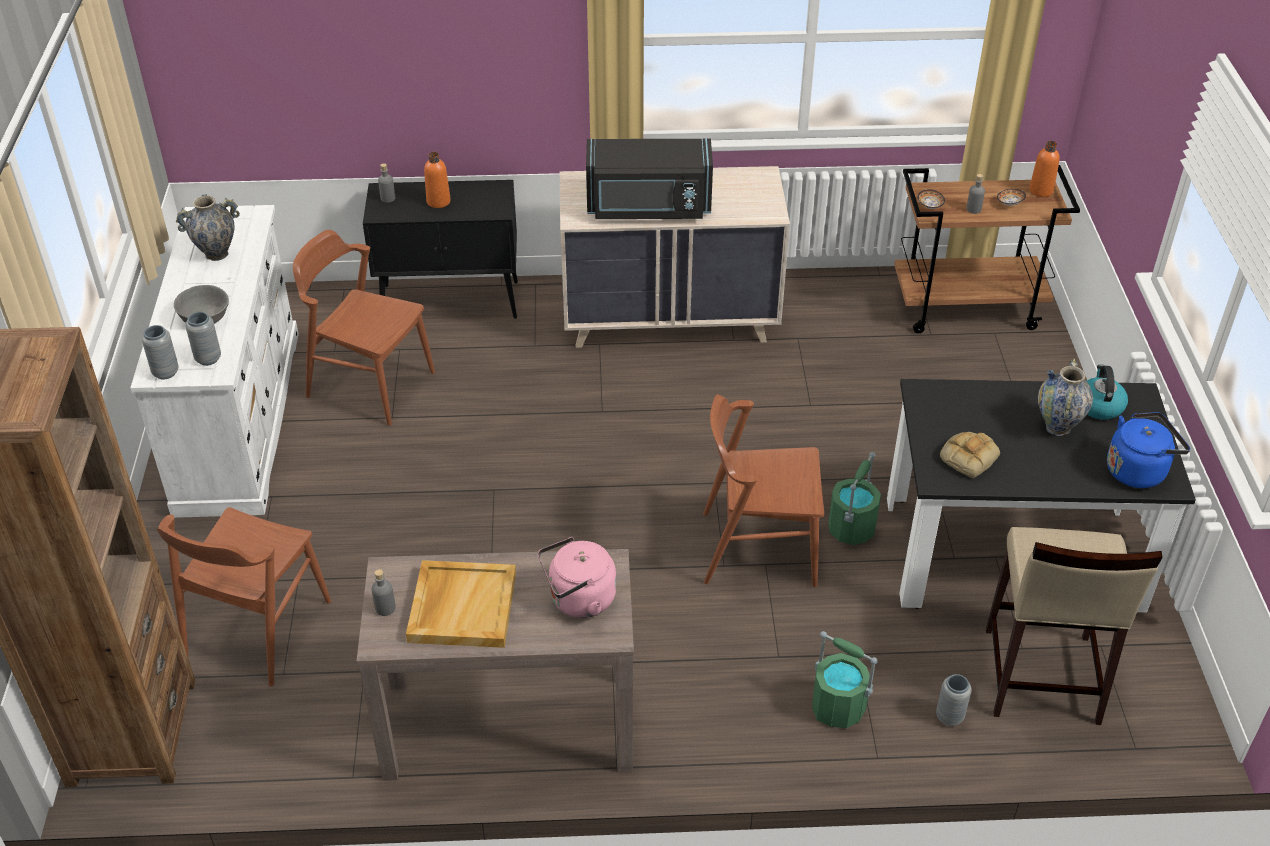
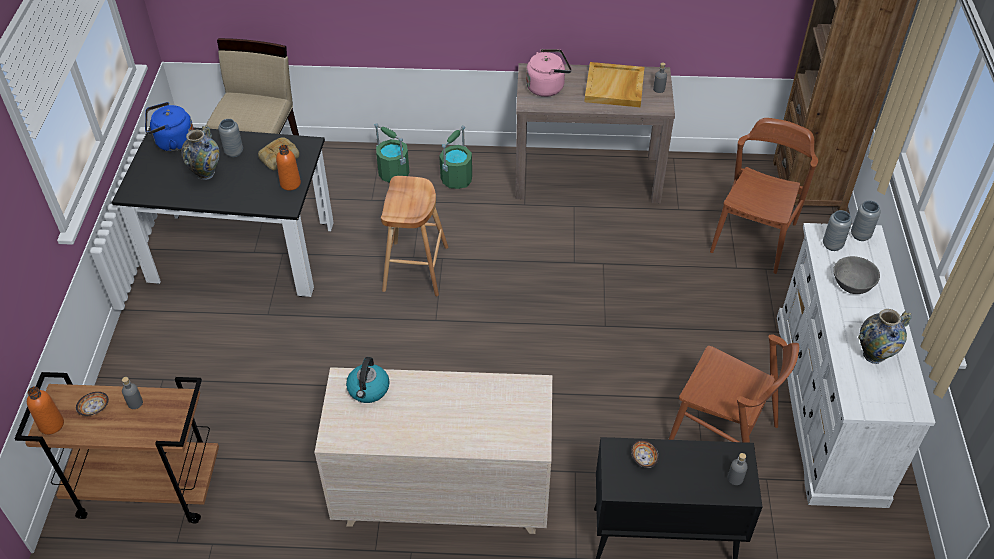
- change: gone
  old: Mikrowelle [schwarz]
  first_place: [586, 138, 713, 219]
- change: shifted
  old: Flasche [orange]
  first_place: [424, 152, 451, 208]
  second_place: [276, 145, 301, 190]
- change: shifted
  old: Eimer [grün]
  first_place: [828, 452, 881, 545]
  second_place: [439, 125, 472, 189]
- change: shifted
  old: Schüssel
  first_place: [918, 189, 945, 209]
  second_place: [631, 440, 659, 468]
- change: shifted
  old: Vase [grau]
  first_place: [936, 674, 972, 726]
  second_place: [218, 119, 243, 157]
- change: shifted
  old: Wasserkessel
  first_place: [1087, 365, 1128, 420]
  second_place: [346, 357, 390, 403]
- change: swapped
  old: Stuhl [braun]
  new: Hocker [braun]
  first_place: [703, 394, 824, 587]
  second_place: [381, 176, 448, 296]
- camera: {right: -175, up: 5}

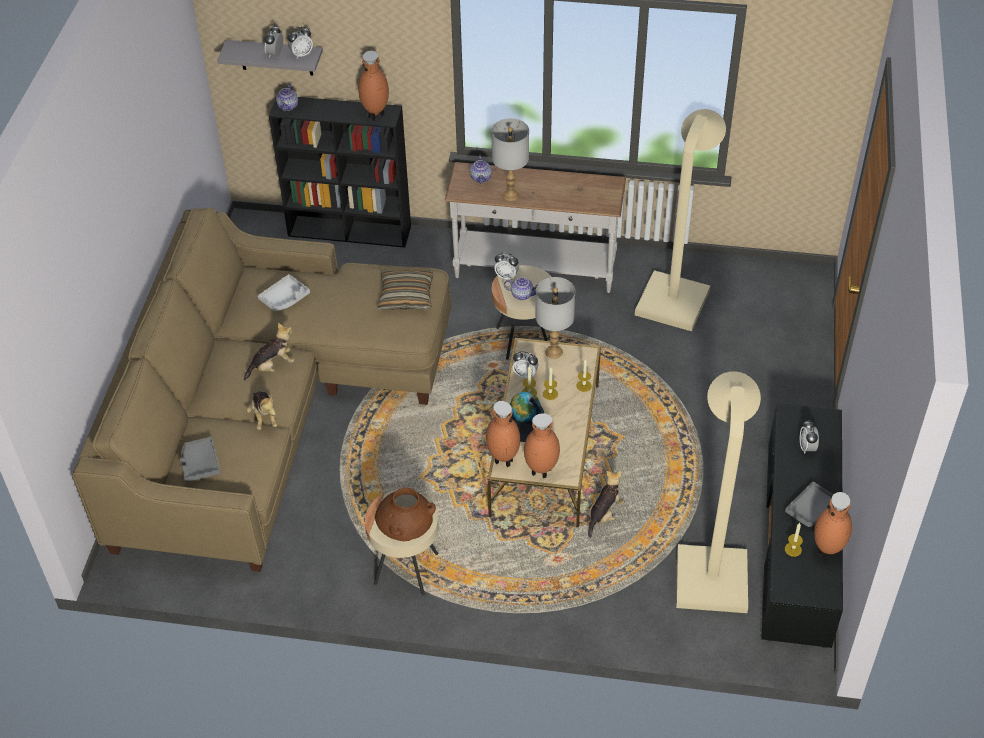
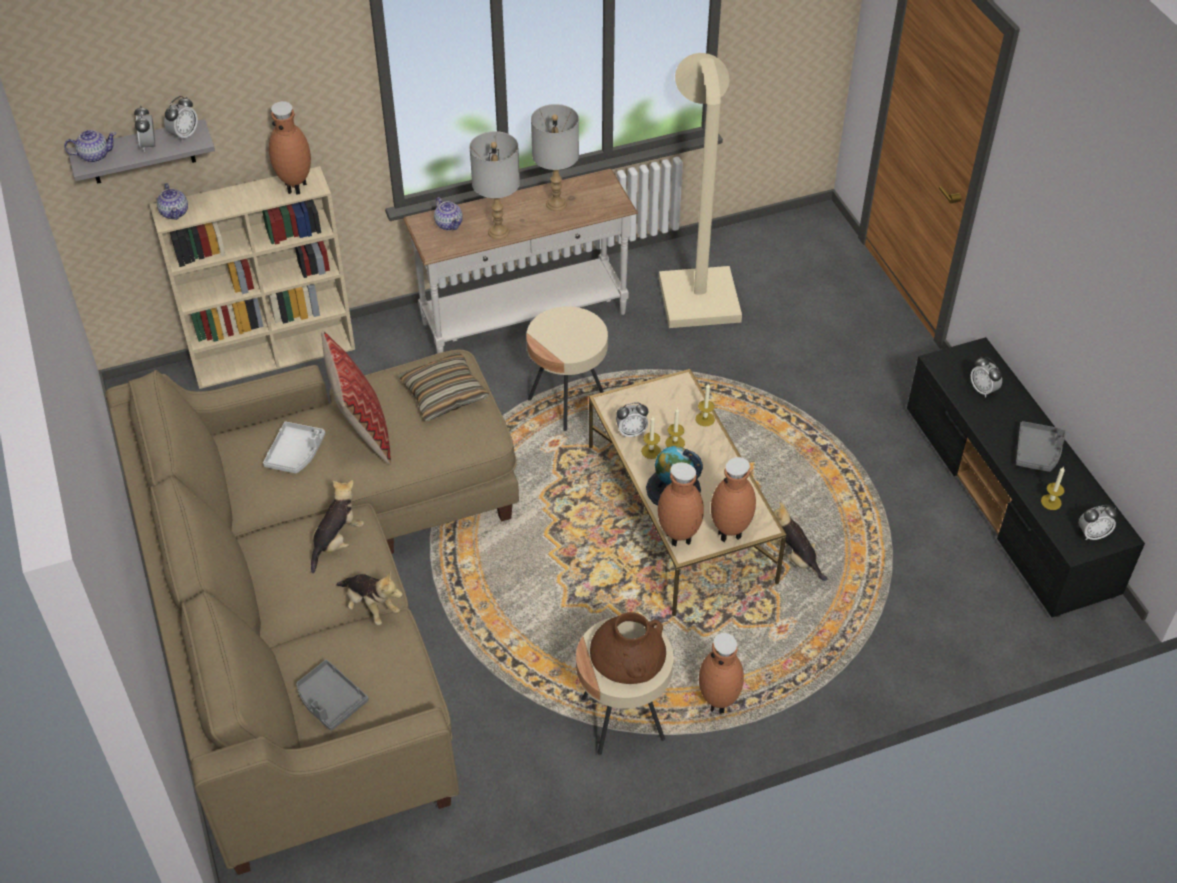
- change: gone
  old: Stehlampe [beige]
  first_place: [676, 371, 761, 613]
- change: new
  new: Kissen
  second_place: [321, 331, 391, 464]
- change: shifted
  old: Wecker
  first_place: [494, 252, 519, 280]
  second_place: [1079, 505, 1118, 540]
- change: shifted
  old: Teekanne
  first_place: [504, 277, 537, 300]
  second_place: [64, 130, 116, 162]
- change: shifted
  old: Tischlampe [grau]
  first_place: [535, 277, 575, 359]
  second_place: [531, 104, 579, 211]
- change: shifted
  old: Vase [braun]
  first_place: [814, 492, 852, 560]
  second_place: [699, 633, 744, 714]
- change: repainted
  old: Bücherregal [schwarz]
  new: Bücherregal [beige]
  first_place: [269, 97, 411, 248]
  second_place: [150, 166, 355, 389]
- change: rotated
  old: Plüschtier
  first_place: [588, 471, 624, 538]
  second_place: [770, 502, 827, 581]
  degrees: -45
- camera: {right: -30, up: 0}

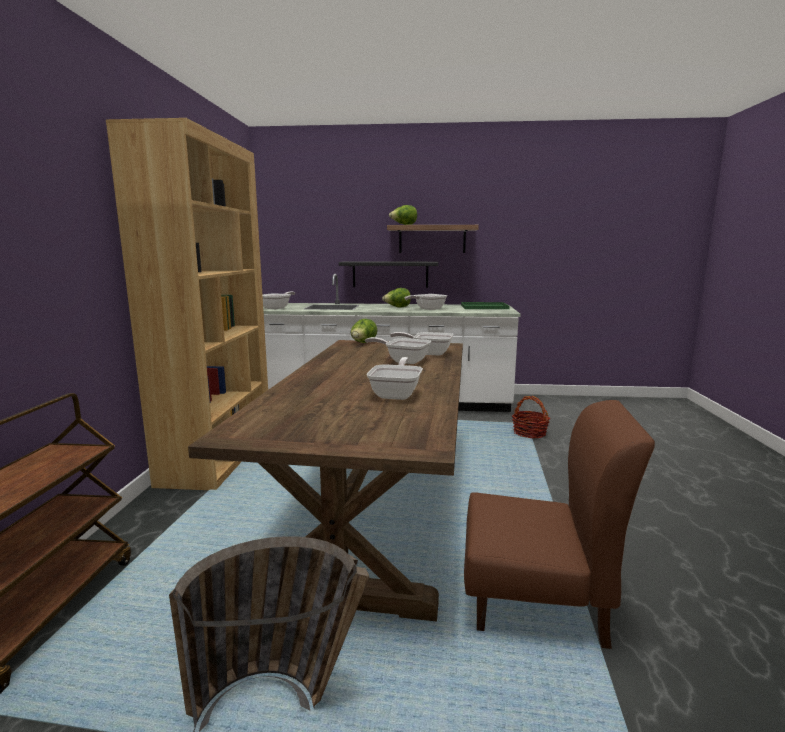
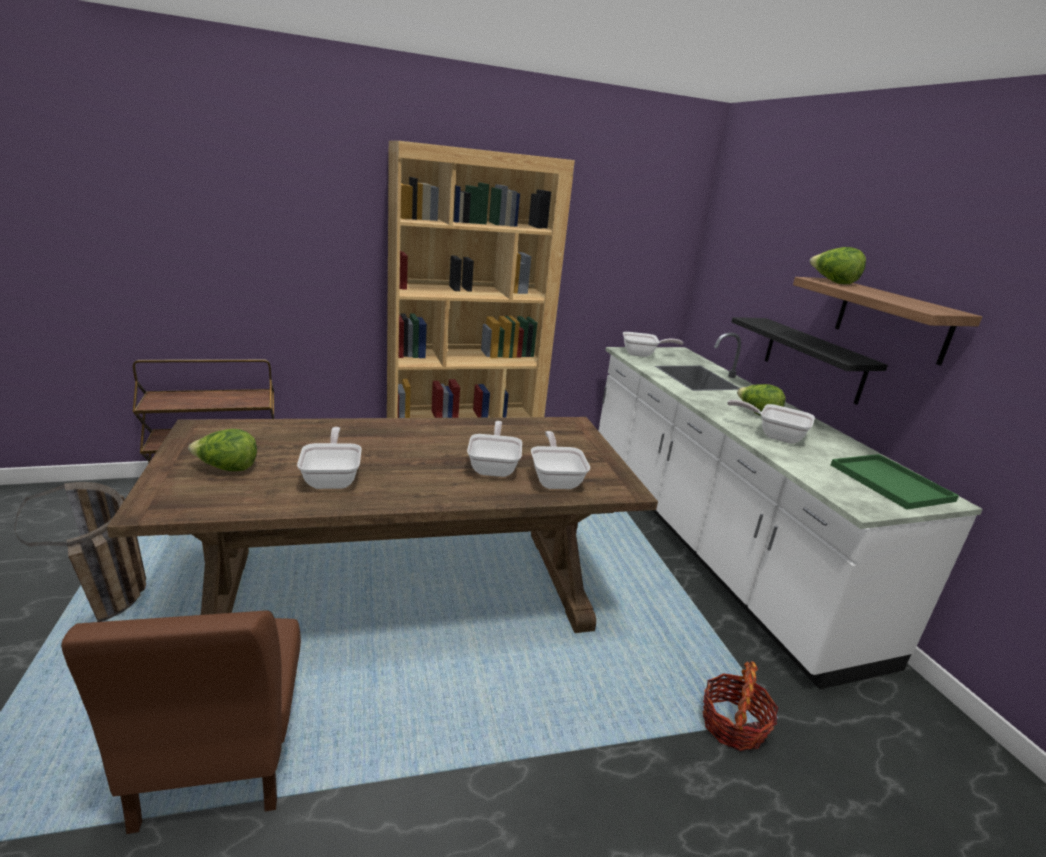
- change: shifted
  old: Salatkopf
  first_place: [350, 319, 377, 343]
  second_place: [188, 429, 257, 471]
- change: rotated
  old: Pfanne
  first_place: [367, 357, 423, 400]
  second_place: [297, 427, 362, 489]
  degrees: -90
- camera: {right: 65, up: 10}

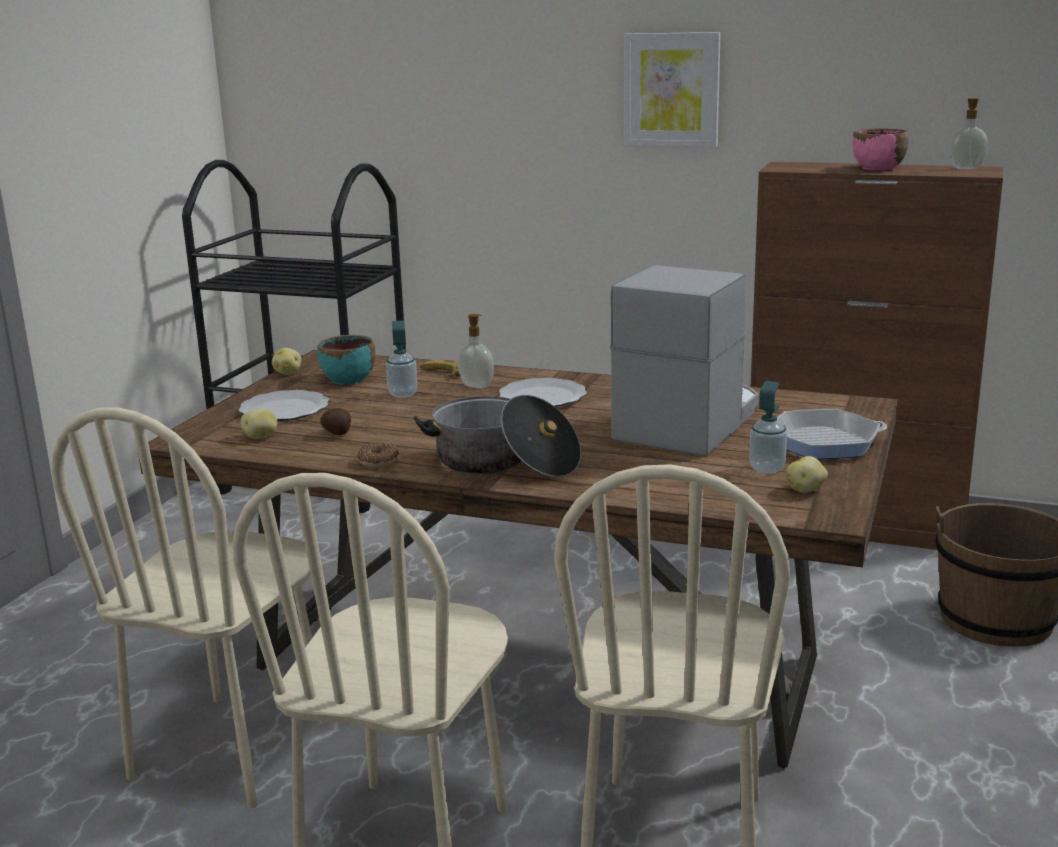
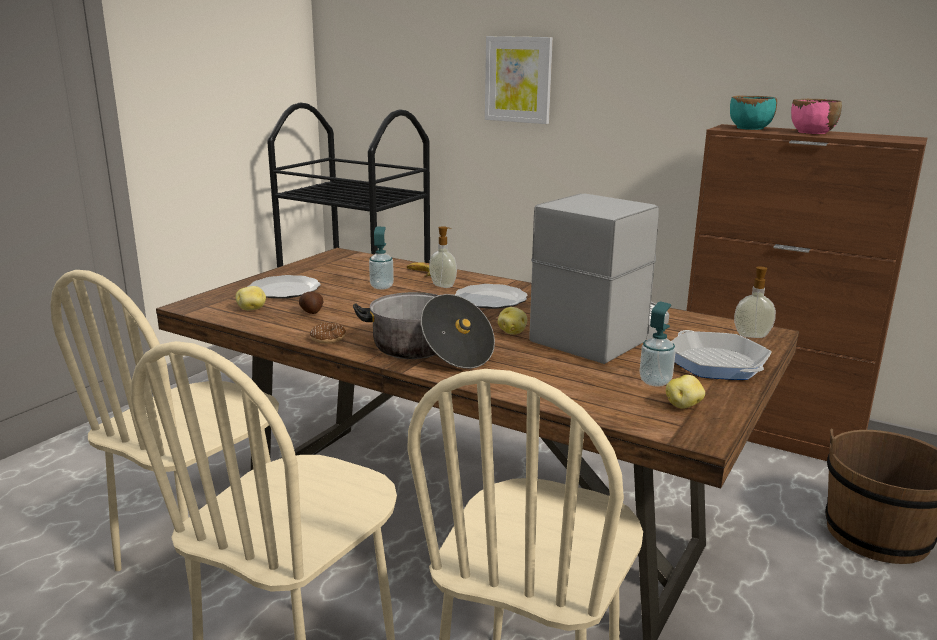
- change: shifted
  old: Kartoffel
  first_place: [272, 348, 301, 375]
  second_place: [498, 307, 527, 335]
- change: shifted
  old: Schüssel [türkis]
  first_place: [317, 335, 376, 384]
  second_place: [730, 95, 777, 130]
- change: shifted
  old: Bild
  first_place: [624, 32, 721, 147]
  second_place: [485, 36, 553, 124]
- change: shifted
  old: Seifenspender
  first_place: [949, 98, 988, 169]
  second_place: [734, 267, 776, 338]
- change: rotated
  old: Pfanne
  first_place: [777, 409, 887, 459]
  second_place: [671, 330, 772, 380]
  degrees: 60
- camera: {right: 10, up: 0}

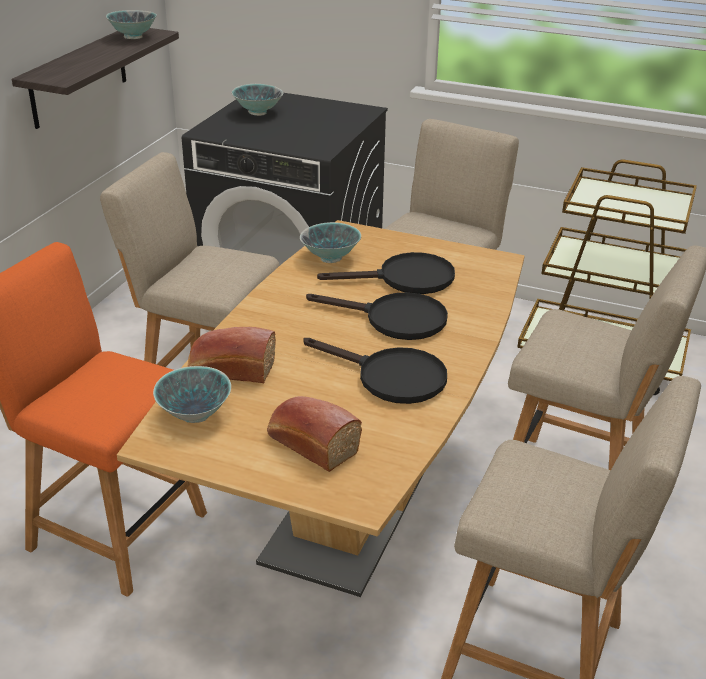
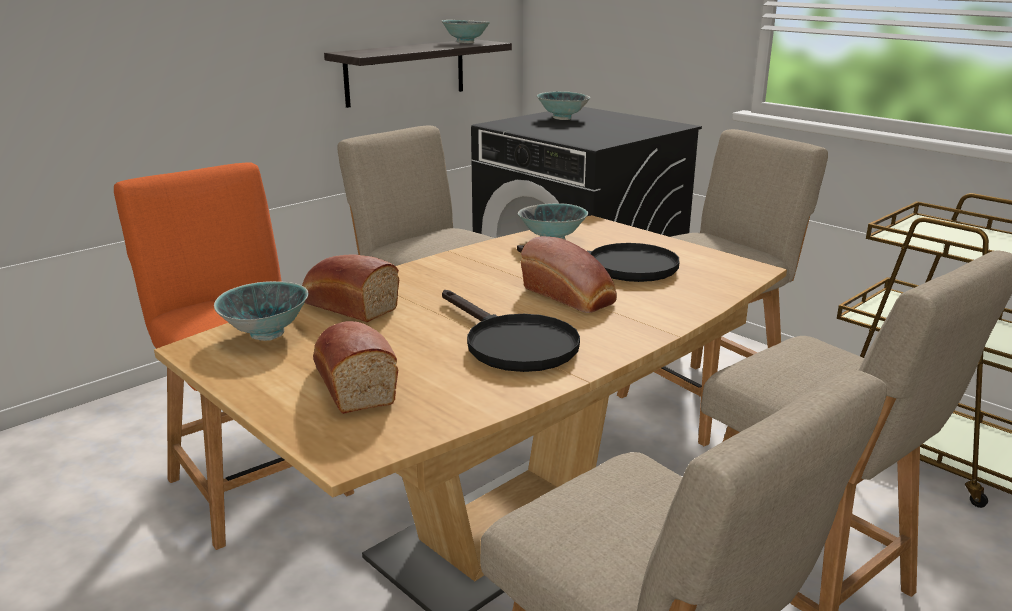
- change: swapped
  old: Pfanne [schwarz]
  new: Brot
  first_place: [306, 292, 448, 340]
  second_place: [521, 236, 617, 313]
- camera: {right: 25, up: -10}

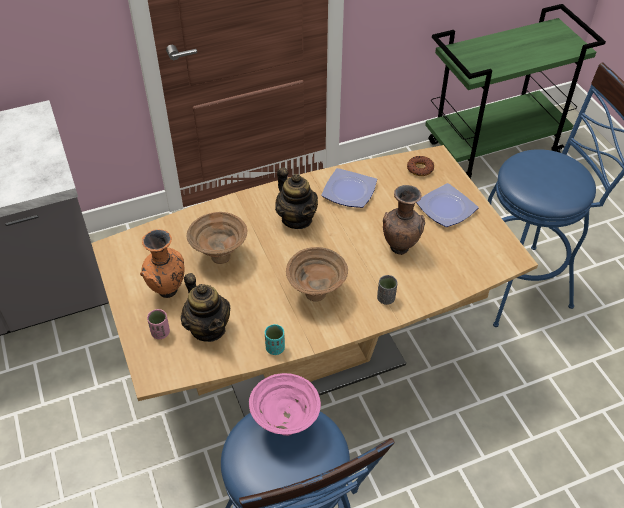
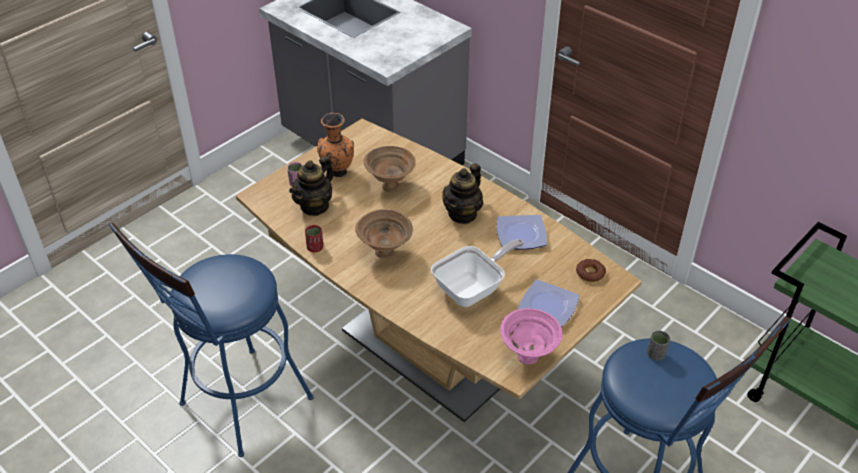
- change: shifted
  old: Schüssel [rosa]
  first_place: [249, 373, 321, 436]
  second_place: [500, 308, 563, 365]
- change: shifted
  old: Tasse [grau]
  first_place: [377, 275, 398, 305]
  second_place: [647, 330, 670, 361]
- change: swapped
  old: Vase [braun]
  new: Pfanne
  first_place: [383, 185, 425, 255]
  second_place: [431, 239, 524, 307]
- change: repainted
  old: Tasse [türkis]
  new: Tasse [rot]
  first_place: [265, 324, 285, 355]
  second_place: [305, 225, 323, 252]
- camera: {right: 65, up: -5}

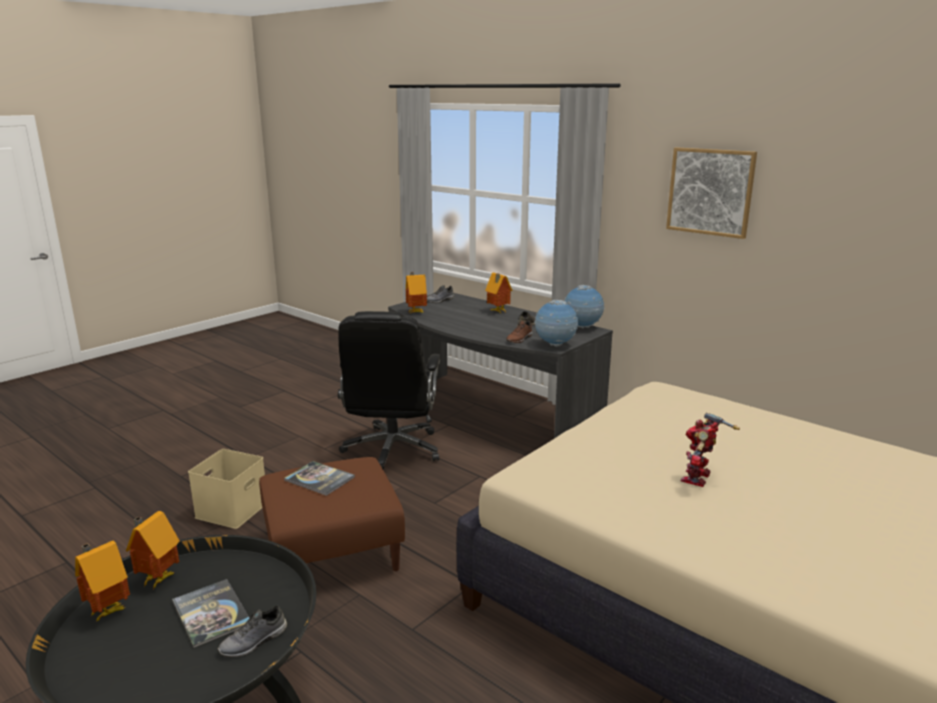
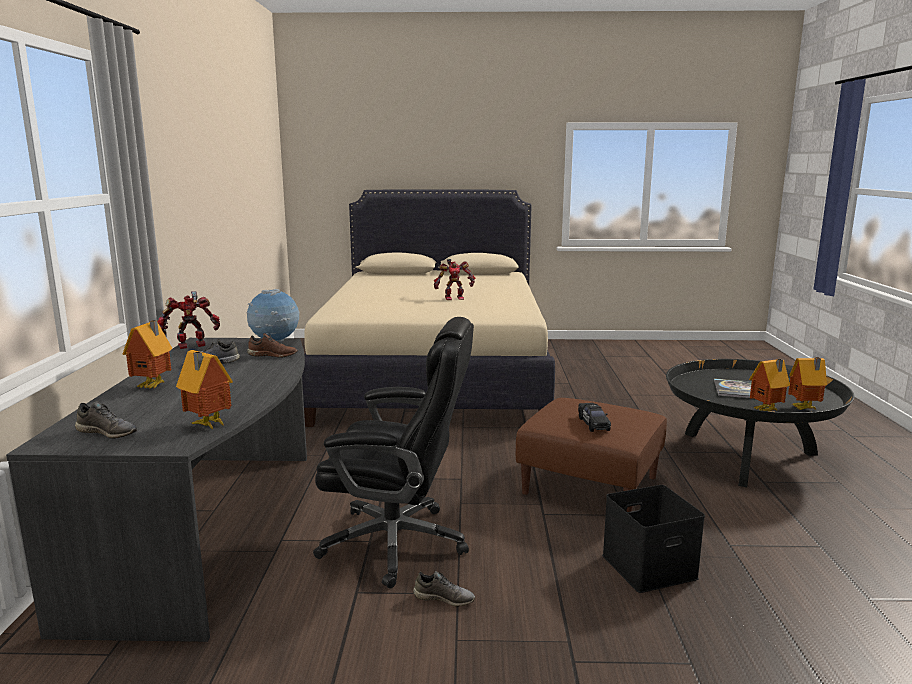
- change: gone
  old: Bild
  first_place: [666, 147, 757, 239]
- change: shifted
  old: Schuh [grau]
  first_place: [217, 606, 287, 657]
  second_place: [413, 571, 475, 607]
- change: swapped
  old: Buch
  new: Spielzeugauto [schwarz]
  first_place: [284, 461, 355, 496]
  second_place: [578, 403, 611, 432]
- change: swapped
  old: Globus
  new: Spielzeugroboter
  first_place: [564, 285, 605, 328]
  second_place: [157, 291, 220, 349]
- change: repainted
  old: Aufbewahrungsbox [beige]
  new: Aufbewahrungsbox [schwarz]
  first_place: [188, 449, 265, 529]
  second_place: [602, 485, 705, 593]
- change: rotated
  old: Bürostuhl [schwarz]
  first_place: [338, 311, 441, 470]
  second_place: [313, 317, 474, 588]
  degrees: 45
- camera: {right: -130, up: -5}

